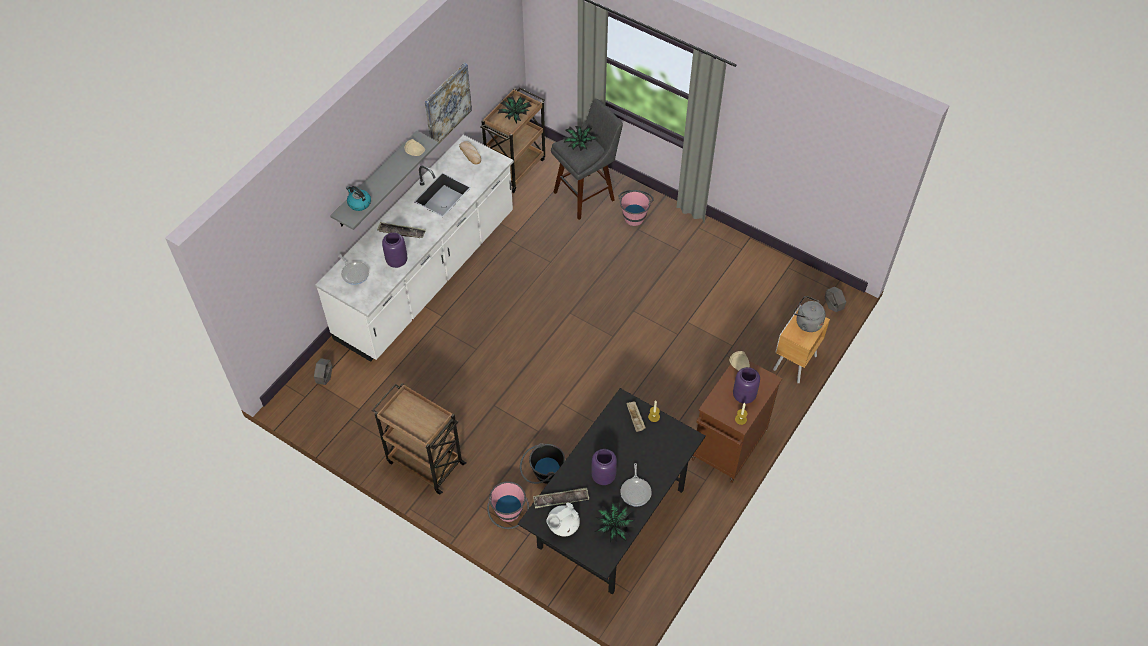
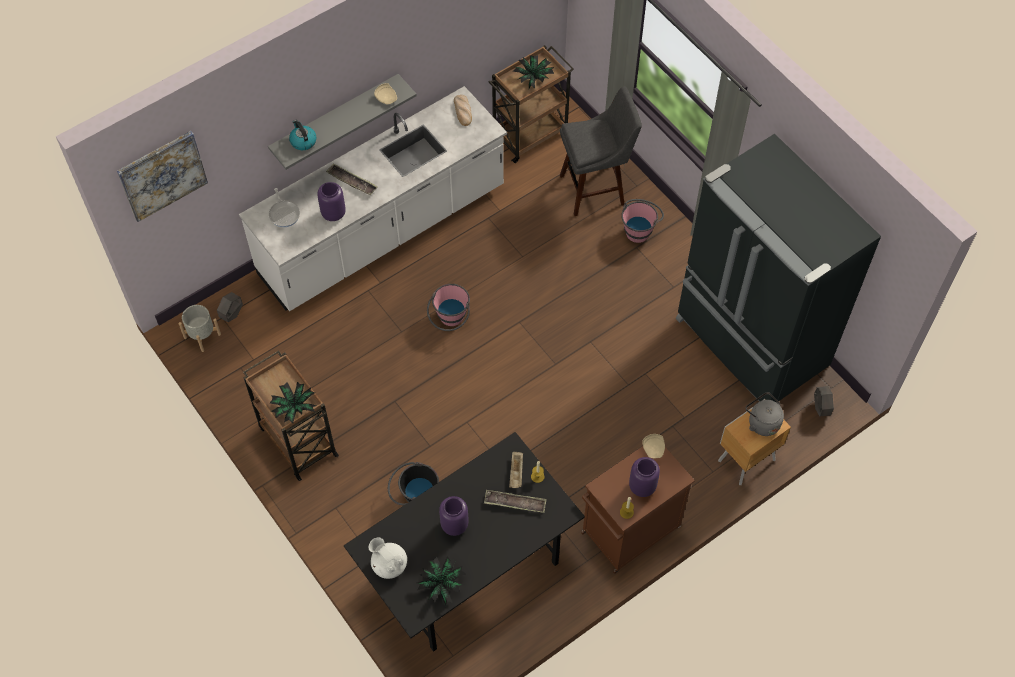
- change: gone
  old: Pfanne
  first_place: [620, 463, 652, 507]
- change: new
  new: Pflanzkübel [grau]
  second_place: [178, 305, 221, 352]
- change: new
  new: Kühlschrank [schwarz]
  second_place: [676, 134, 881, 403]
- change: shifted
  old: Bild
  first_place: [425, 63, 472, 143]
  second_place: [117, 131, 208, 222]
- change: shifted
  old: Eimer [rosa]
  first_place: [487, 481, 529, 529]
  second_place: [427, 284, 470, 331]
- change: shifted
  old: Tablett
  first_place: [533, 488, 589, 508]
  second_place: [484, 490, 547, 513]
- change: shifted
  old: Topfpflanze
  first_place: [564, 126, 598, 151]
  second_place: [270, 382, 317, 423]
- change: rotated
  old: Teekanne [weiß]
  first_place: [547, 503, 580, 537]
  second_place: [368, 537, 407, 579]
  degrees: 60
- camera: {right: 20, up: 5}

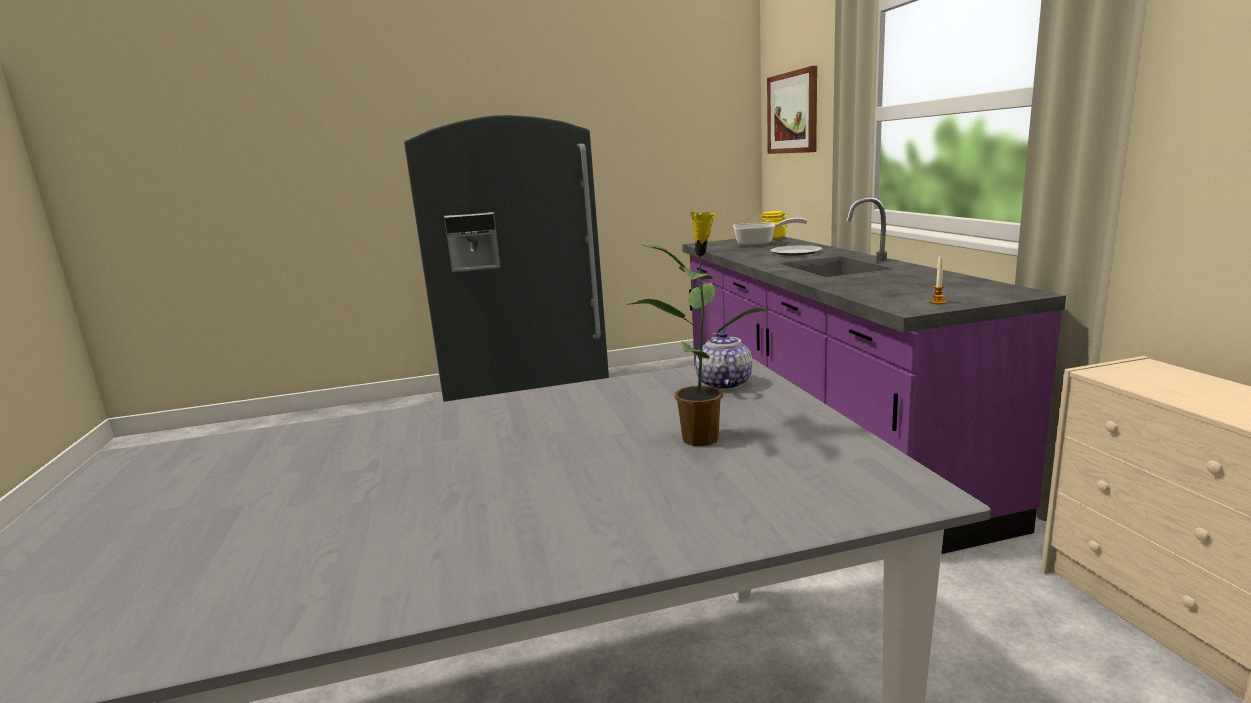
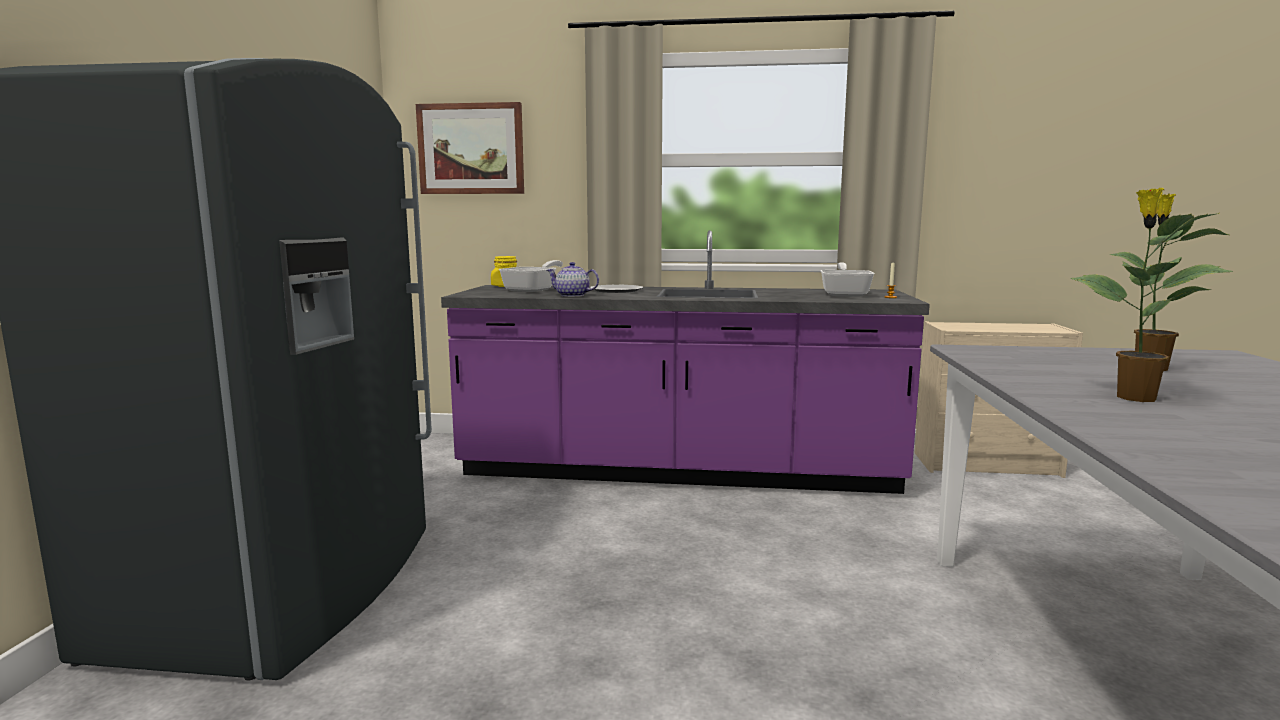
- change: new
  new: Pfanne
  second_place: [821, 263, 875, 297]
- change: new
  new: Topfpflanze
  second_place: [1070, 188, 1233, 402]
- change: shifted
  old: Teekanne
  first_place: [695, 331, 752, 390]
  second_place: [547, 262, 599, 297]
- camera: {right: -70, up: -5}

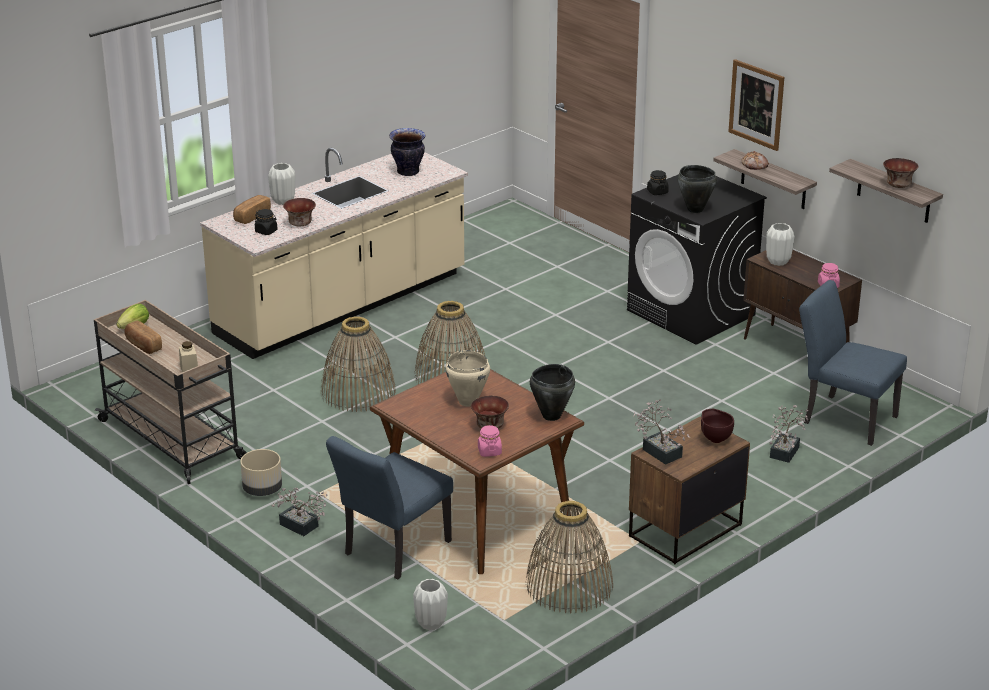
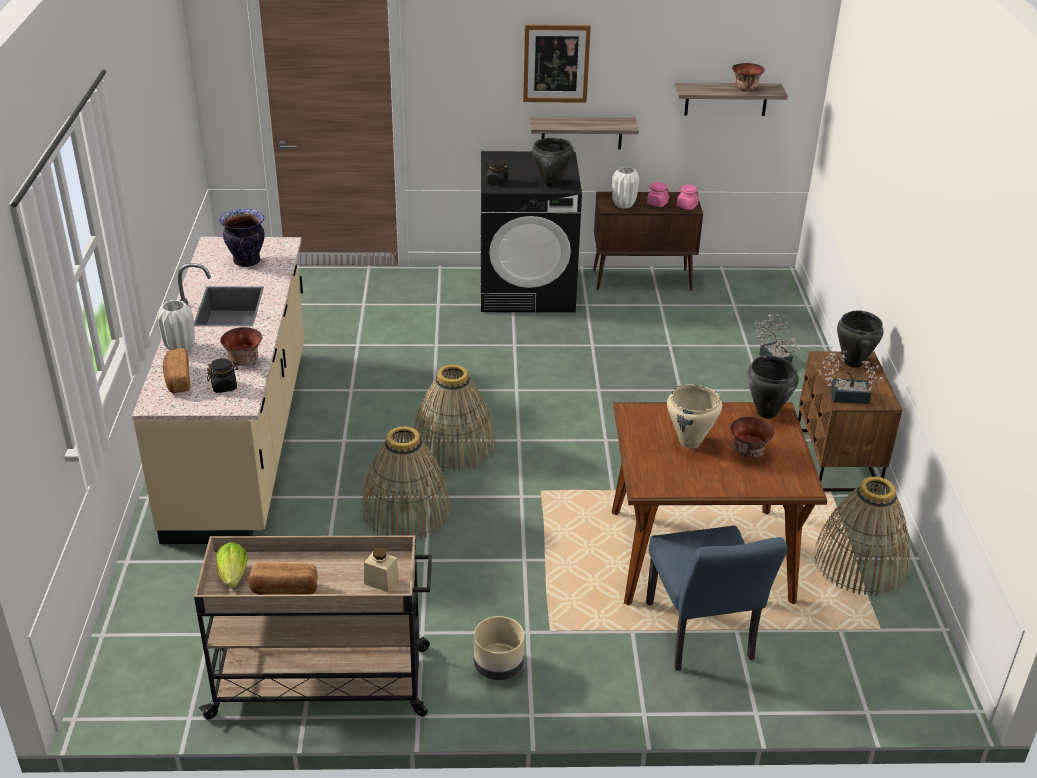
- change: gone
  old: Topfpflanze
  first_place: [272, 488, 328, 536]
- change: gone
  old: Vase [weiß]
  first_place: [413, 579, 448, 630]
- change: gone
  old: Brot
  first_place: [742, 151, 769, 170]
- change: gone
  old: Stuhl [blau]
  first_place: [799, 280, 907, 446]
- change: shifted
  old: Vorratsglas [rosa]
  first_place: [478, 425, 502, 457]
  second_place: [647, 182, 669, 207]
- change: swapped
  old: Schüssel [braun]
  new: Kochtopf [schwarz]
  first_place: [701, 409, 734, 443]
  second_place: [837, 311, 884, 368]
- camera: {right: -50, up: 5}

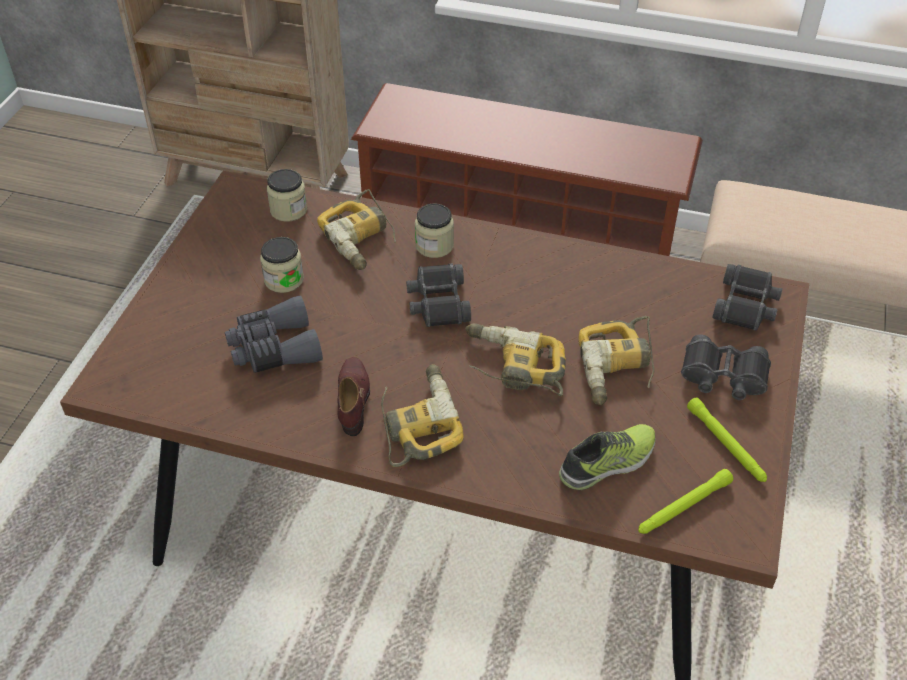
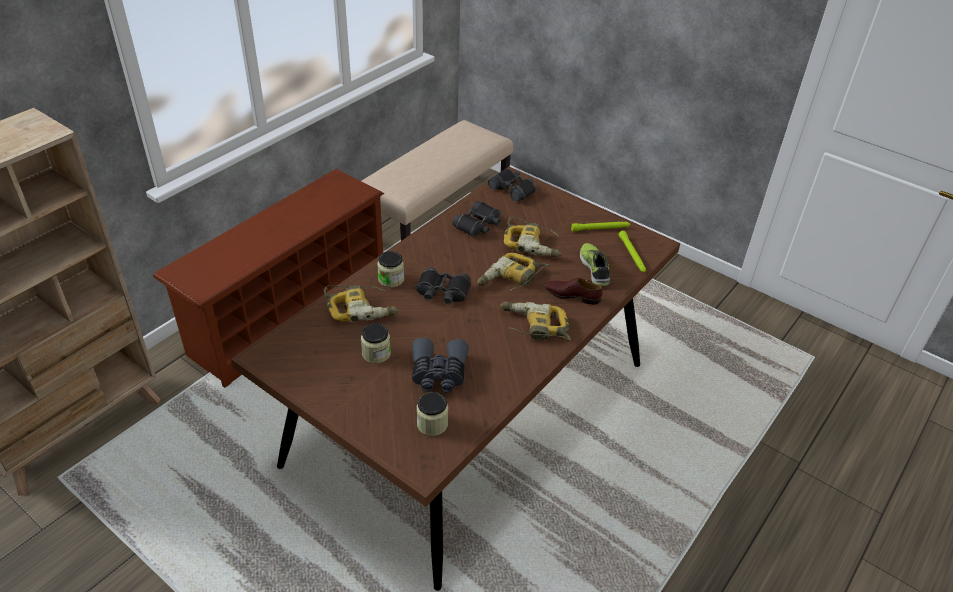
- change: shifted
  old: Vorratsglas
  first_place: [267, 169, 307, 222]
  second_place: [417, 392, 448, 436]
- change: shifted
  old: Schuh [braun]
  first_place: [338, 357, 370, 436]
  second_place: [544, 278, 603, 305]
- change: shifted
  old: Fernglas [schwarz]
  first_place: [681, 334, 771, 400]
  second_place: [453, 201, 501, 237]
- camera: {right: -70, up: -5}

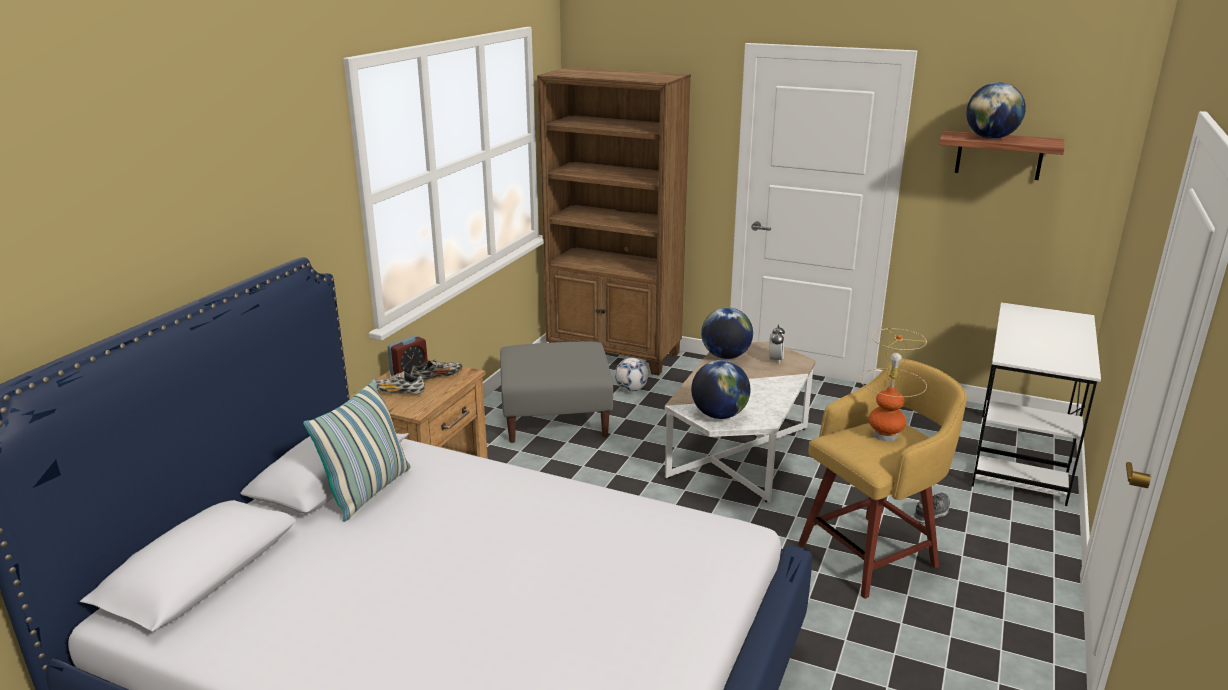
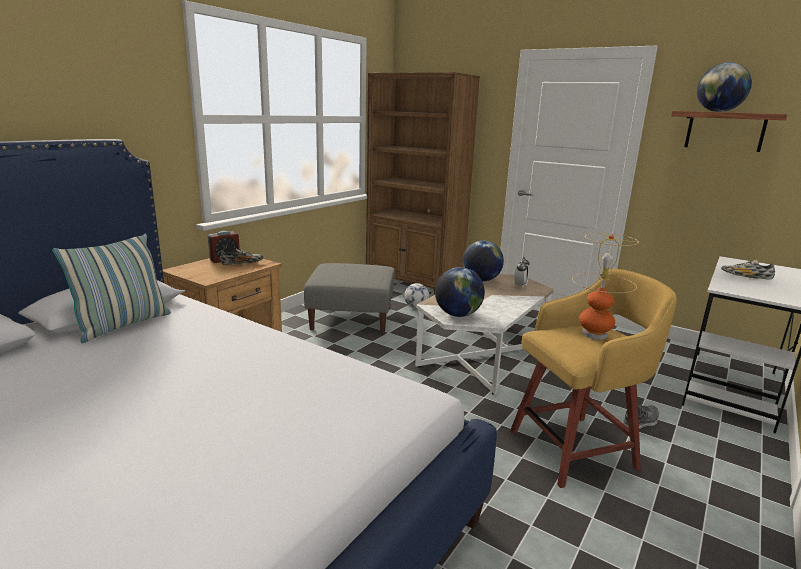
- change: shifted
  old: Schuh
  first_place: [375, 371, 425, 394]
  second_place: [721, 259, 775, 279]
- camera: {right: 10, up: -5}

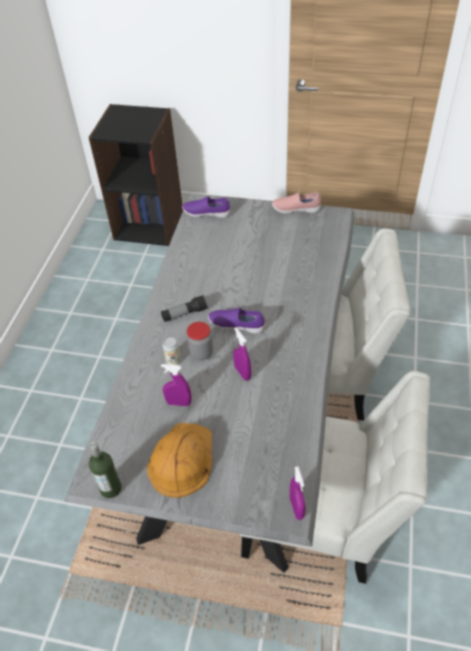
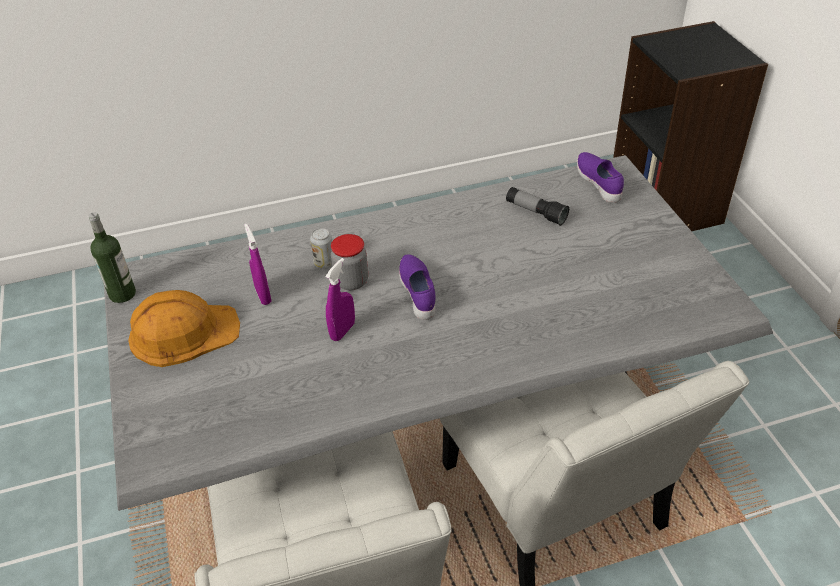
- change: gone
  old: Schuh [rosa]
  first_place: [272, 192, 321, 214]
- change: gone
  old: Sprühflasche [lila]
  first_place: [290, 466, 306, 520]
- change: shifted
  old: Taschenlampe
  first_place: [161, 295, 208, 322]
  second_place: [506, 187, 569, 226]
- camera: {right: 60, up: -5}

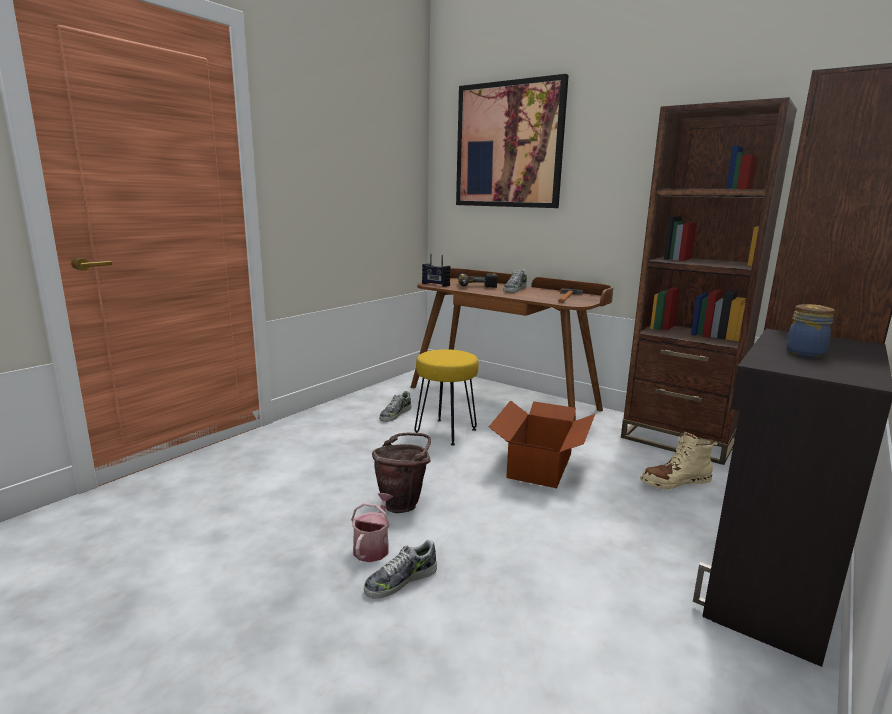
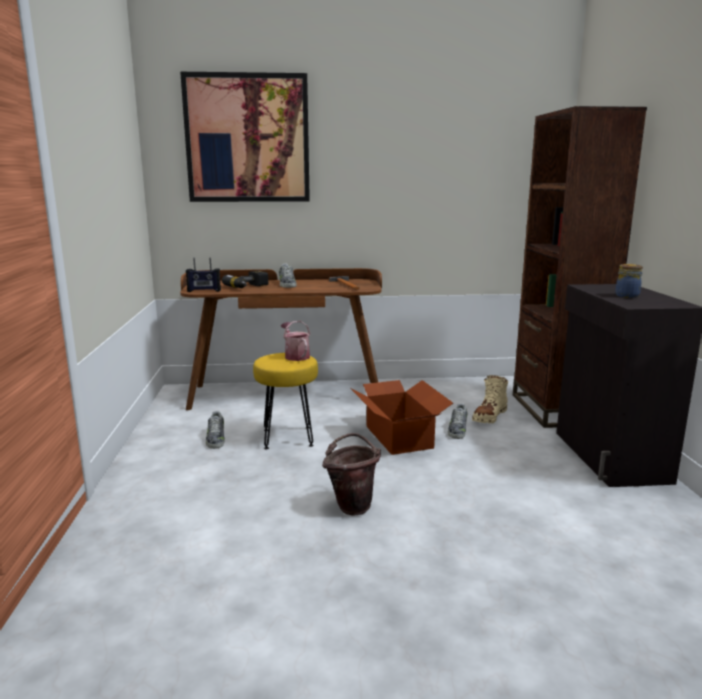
- change: gone
  old: Bücherregal [braun]
  first_place: [621, 97, 797, 465]
- change: shifted
  old: Gießkanne
  first_place: [351, 493, 393, 562]
  second_place: [281, 321, 310, 361]
- change: shifted
  old: Schuh
  first_place: [364, 540, 437, 598]
  second_place: [448, 403, 467, 439]
- camera: {right: -40, up: 0}

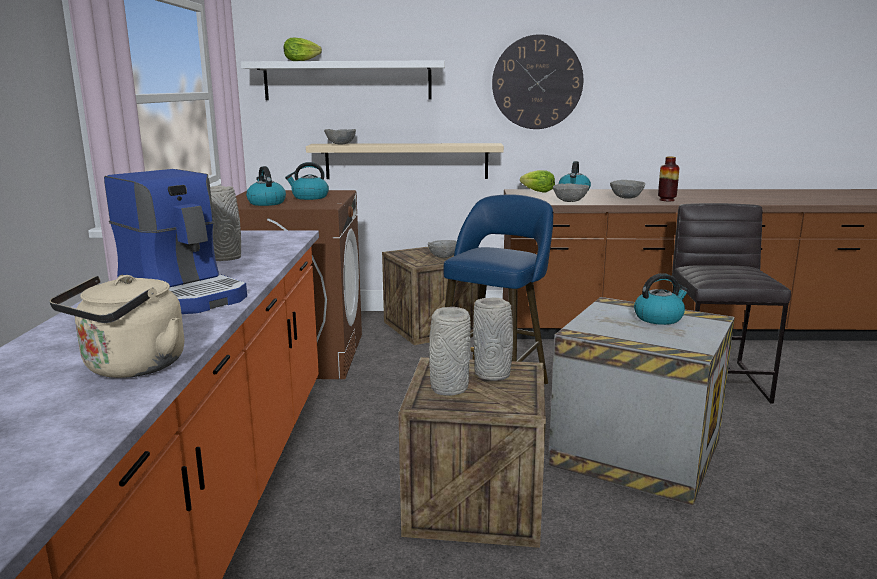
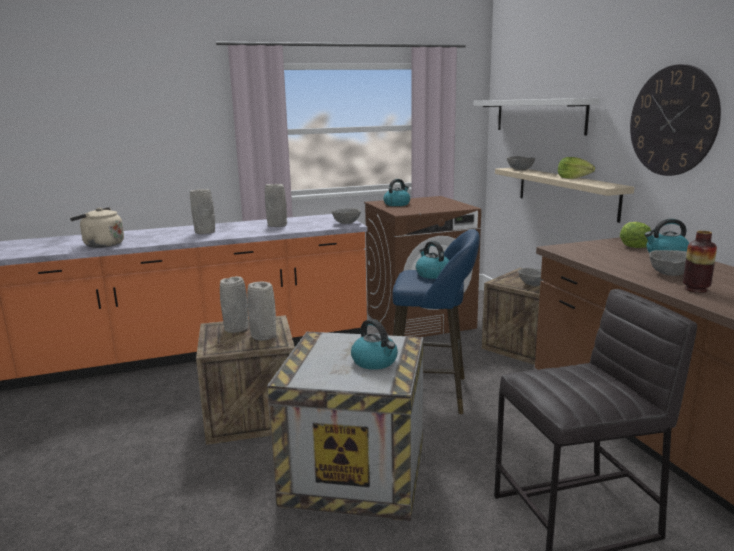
- change: shifted
  old: Salatkopf
  first_place: [284, 38, 322, 61]
  second_place: [558, 157, 595, 179]
- change: shifted
  old: Wasserkessel
  first_place: [285, 162, 329, 200]
  second_place: [416, 241, 450, 279]
- change: shifted
  old: Schüssel [grau]
  first_place: [553, 183, 589, 202]
  second_place: [332, 208, 361, 224]
- change: swapped
  old: Kaffeemaschine
  new: Vase [grau]
  first_place: [104, 169, 247, 314]
  second_place: [190, 189, 215, 234]
- camera: {right: 70, up: 0}

